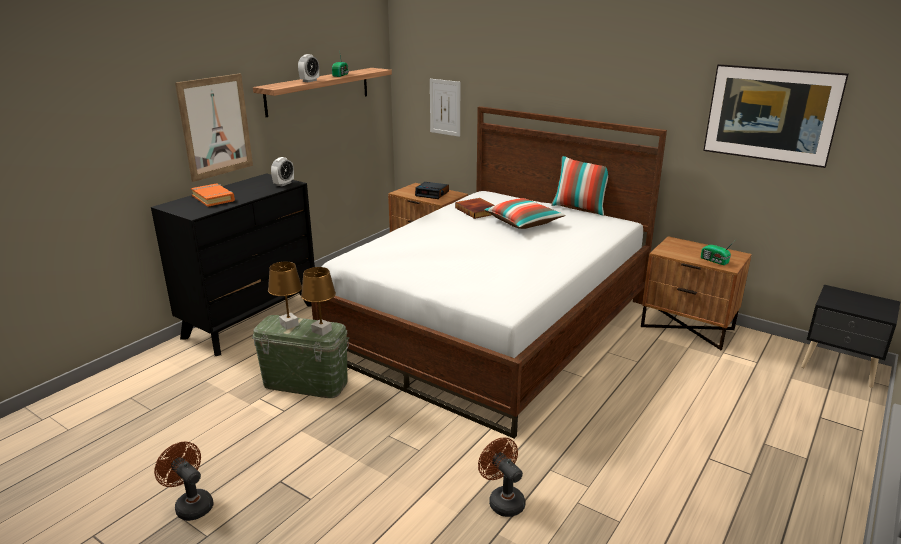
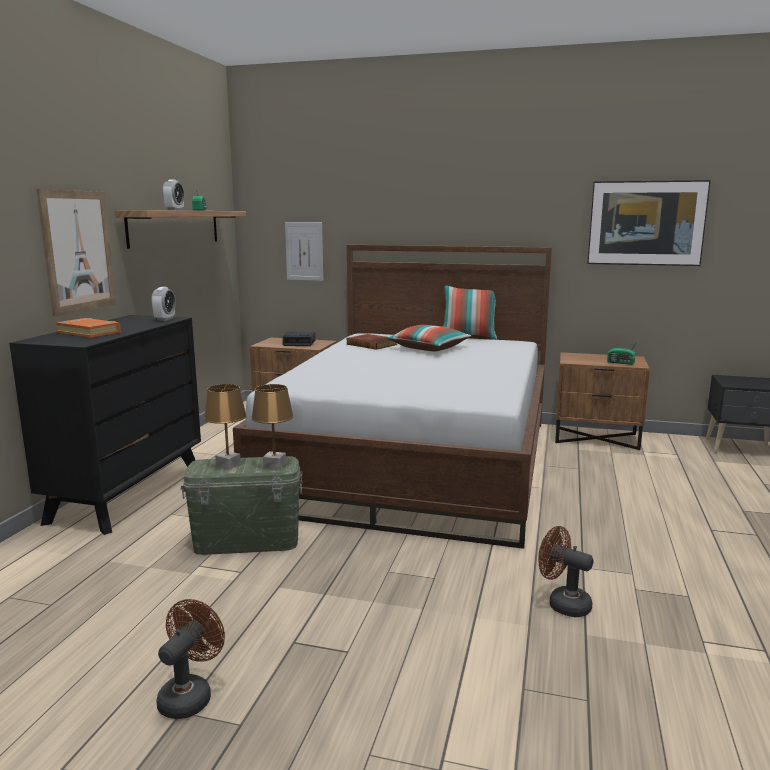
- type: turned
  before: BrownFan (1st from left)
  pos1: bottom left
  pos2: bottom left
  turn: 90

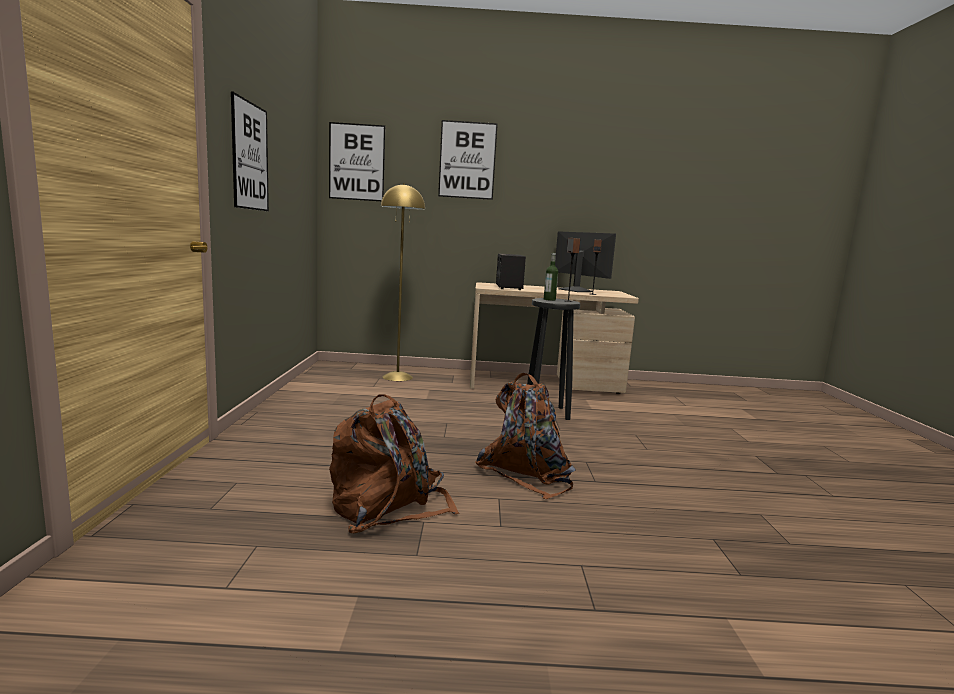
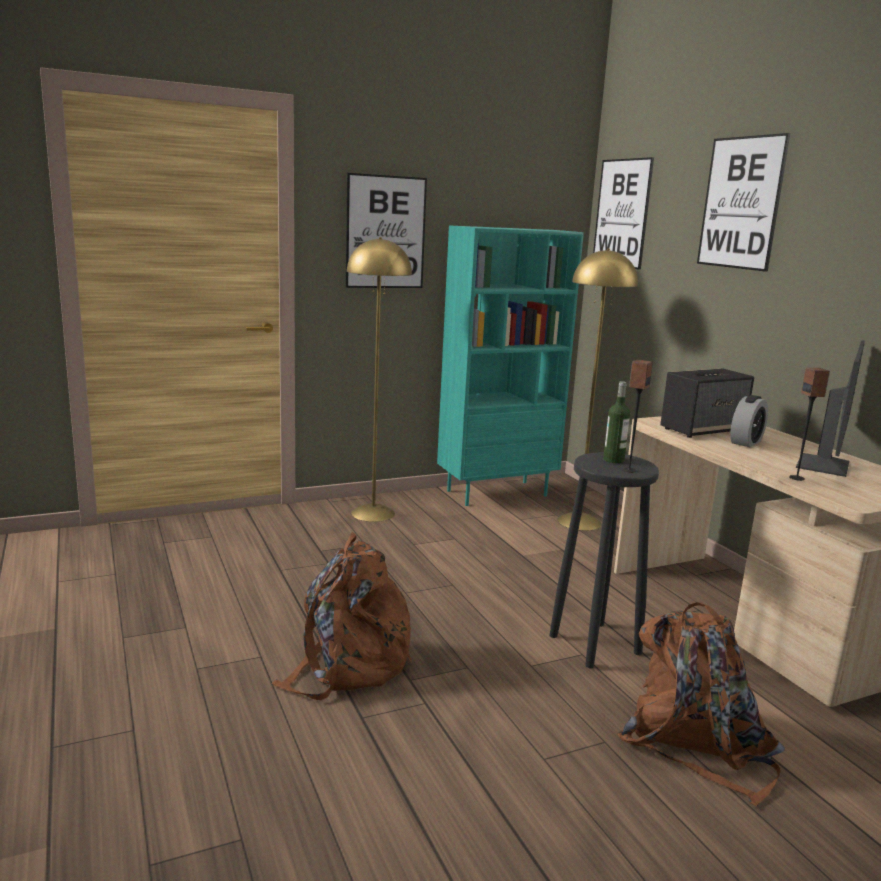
- type: added
  after: YellowFloorLamp (1st from left)
  pos2: centre
- type: added
  after: TurquoiseBookcase
  pos2: centre
- type: moved
  before: BrownBackpack (1st from left in the first image)
  after: BrownBackpack (2nd from left)
  pos1: bottom centre
  pos2: bottom right
- type: added
  after: AlarmClock
  pos2: middle right

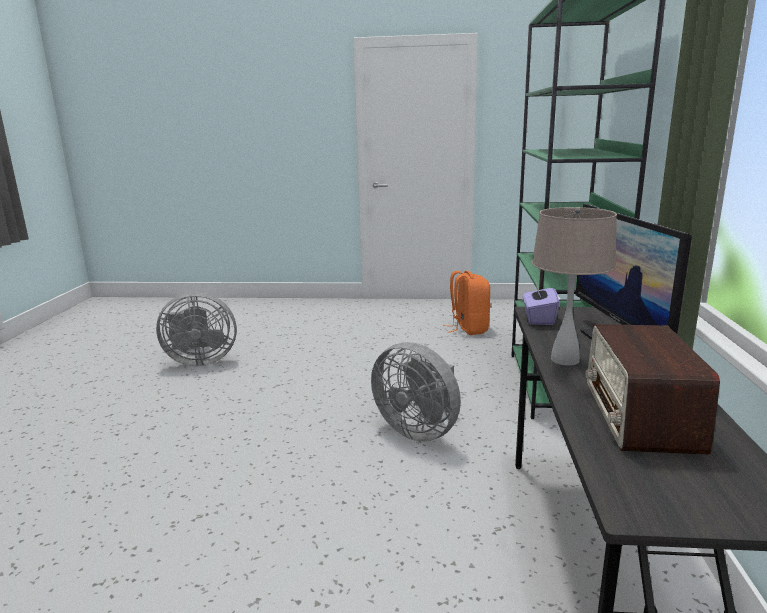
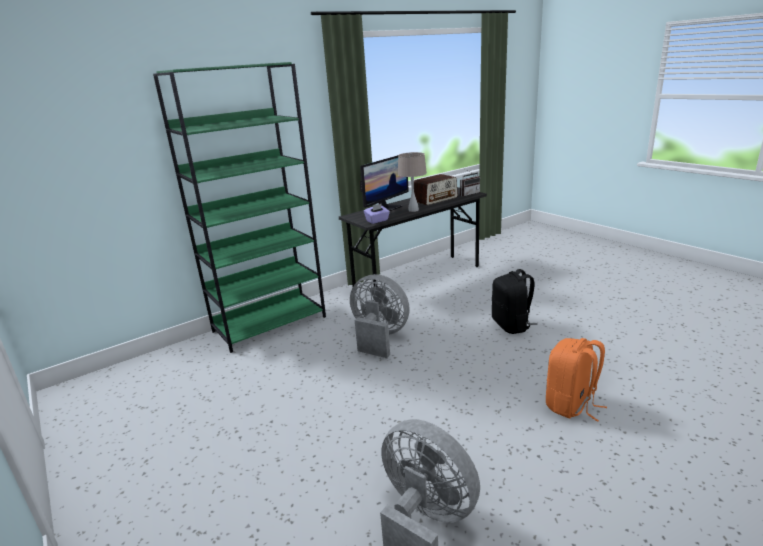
- type: turned
  before: GreyFan (2nd from left in the first image)
  pos1: centre
  pos2: centre
  turn: -60
- type: added
  after: Radio (2nd from left)
  pos2: centre
- type: added
  after: BlackBackpack
  pos2: middle right
- type: moved
  before: OrangeBackpack
  pos1: centre
  pos2: bottom right

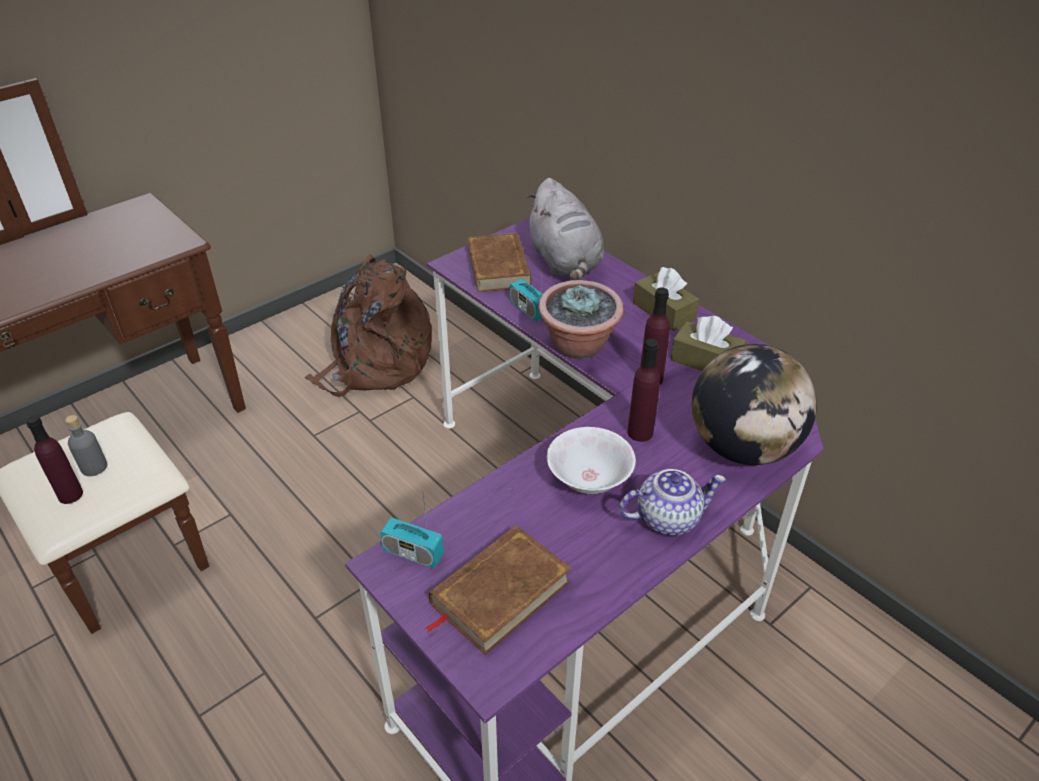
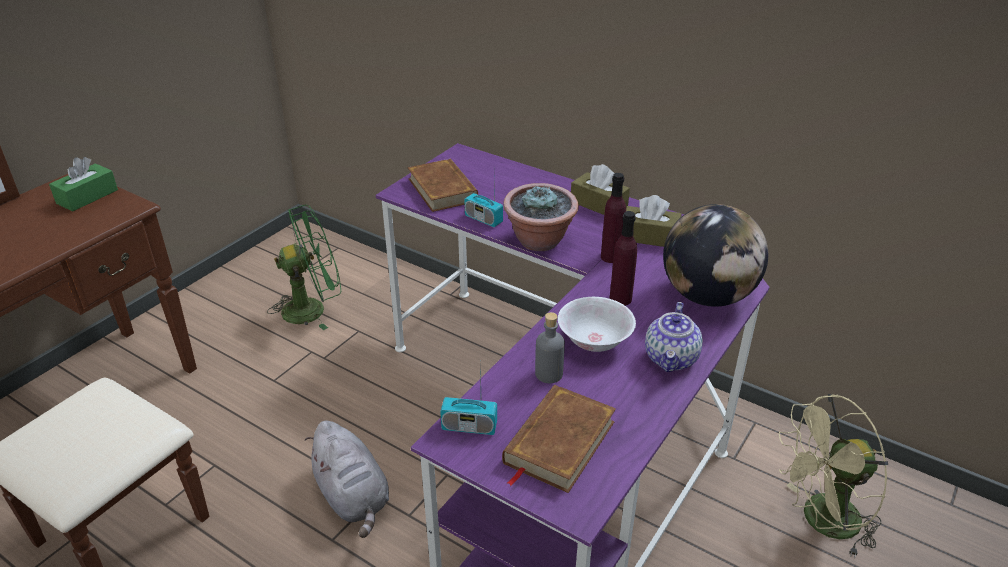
- type: added
  after: GreenTissueBox
  pos2: top left
- type: replaced
  before: BrownBackpack
  after: GreenFan
  pos1: centre
  pos2: middle left
- type: moved
  before: GreyPlushToy
  pos1: top centre
  pos2: bottom centre
- type: moved
  before: GreyBottle
  pos1: middle left
  pos2: centre
- type: turned
  before: Teapot
  pos1: centre
  pos2: middle right
  turn: 135
- type: added
  after: BeigeFan
  pos2: bottom right
- type: removed
  before: PurpleBottle (1st from left)
  pos1: middle left

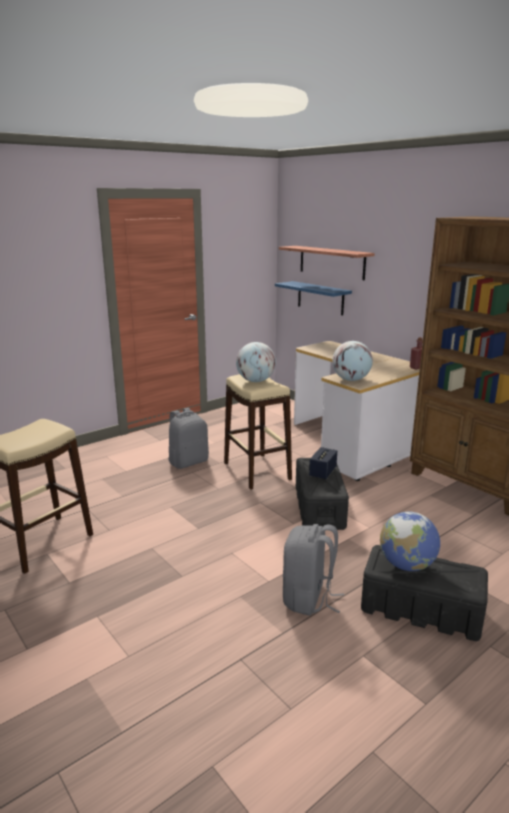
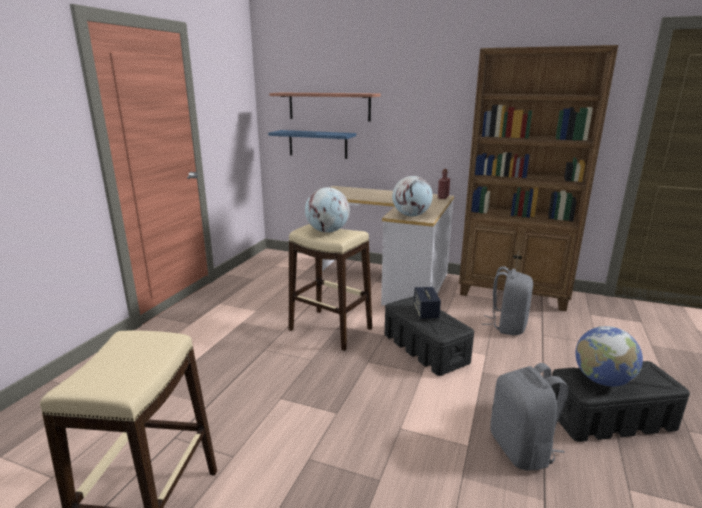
- type: moved
  before: GreyBackpack (1st from left)
  pos1: centre
  pos2: middle right

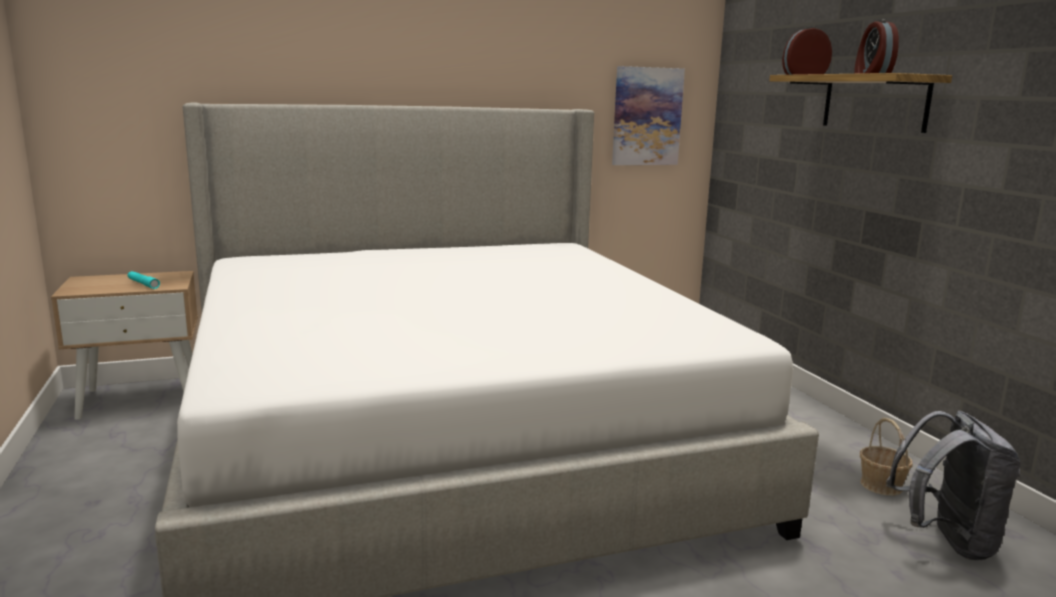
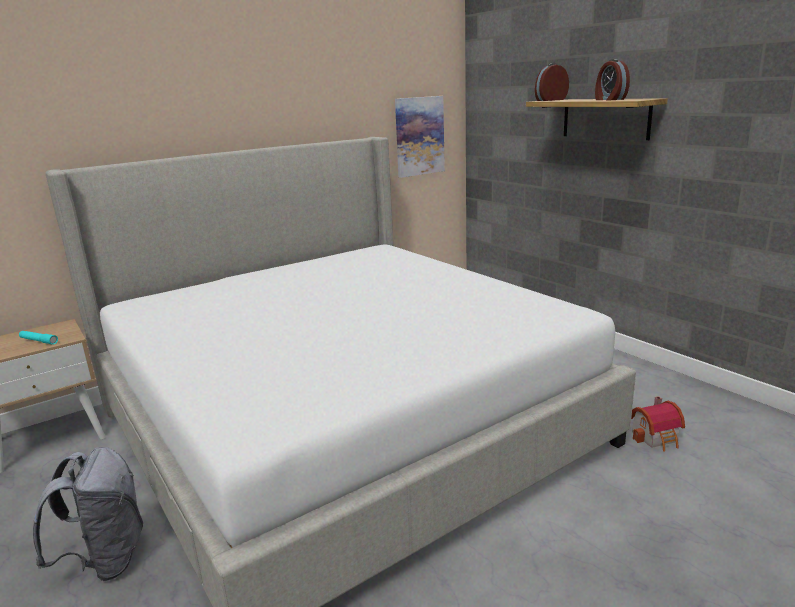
- type: moved
  before: GreyBackpack
  pos1: bottom right
  pos2: bottom left
- type: added
  after: ToyHouse
  pos2: bottom right
- type: removed
  before: Basket
  pos1: bottom right

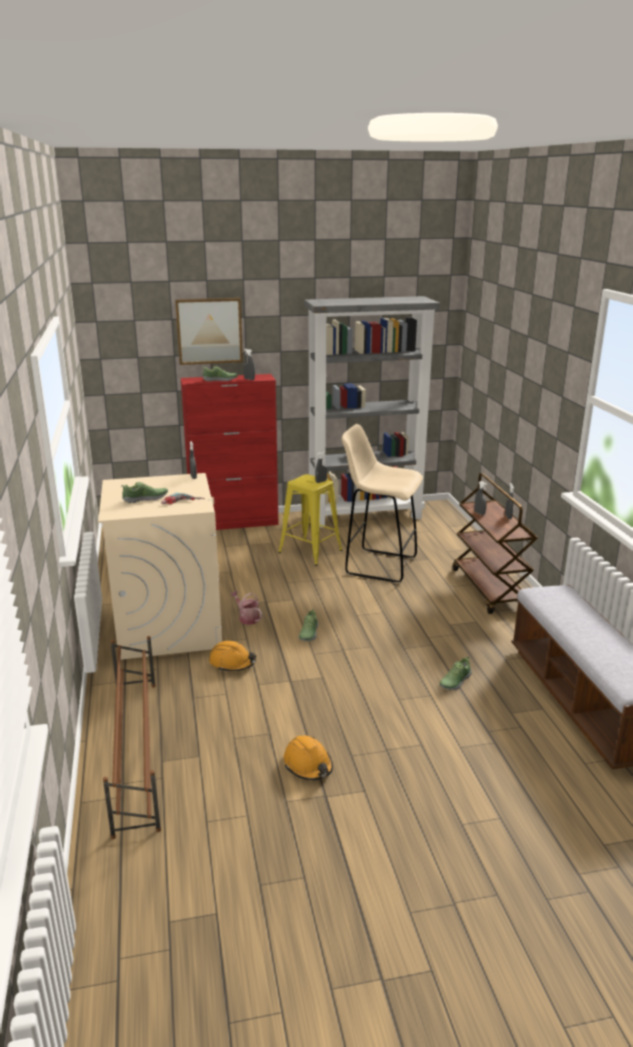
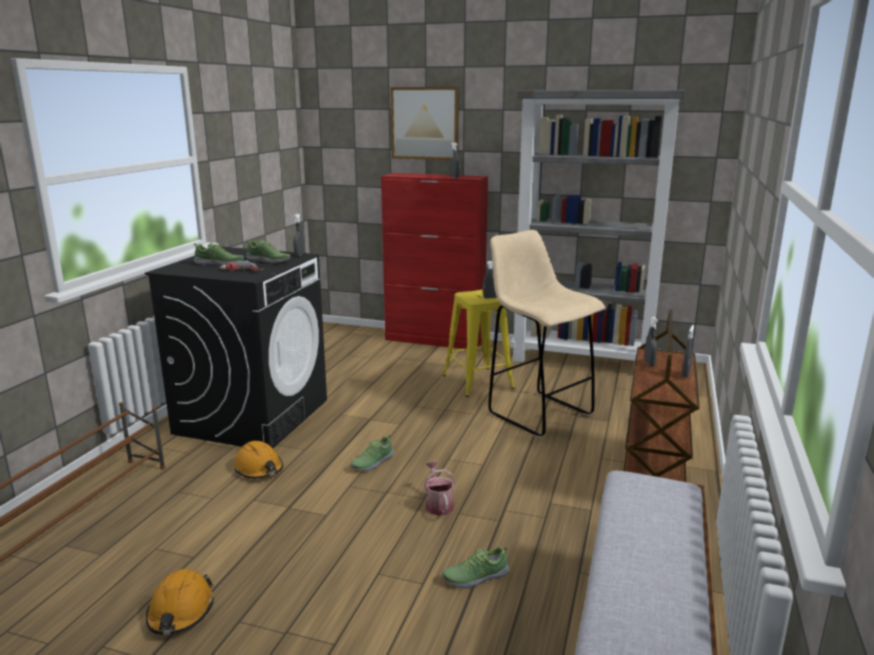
- type: recoloured
  before: BeigeWashingMachine
  after: BlackWashingMachine
  pos1: middle left
  pos2: middle left
- type: moved
  before: Shoe (2nd from left)
  pos1: centre
  pos2: middle left
- type: moved
  before: WateringCan
  pos1: centre
  pos2: bottom centre

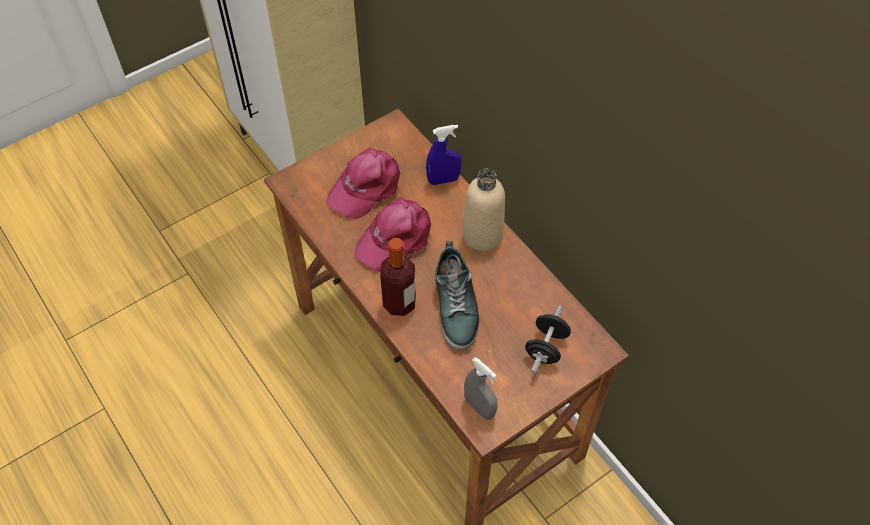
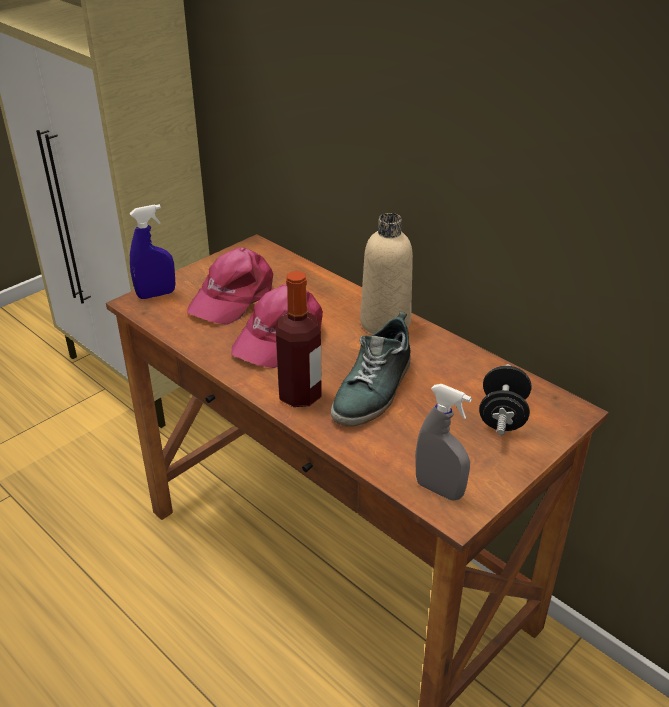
- type: moved
  before: BlueSprayBottle
  pos1: top centre
  pos2: middle left
- type: turned
  before: Shoe
  pos1: centre
  pos2: centre
  turn: 45

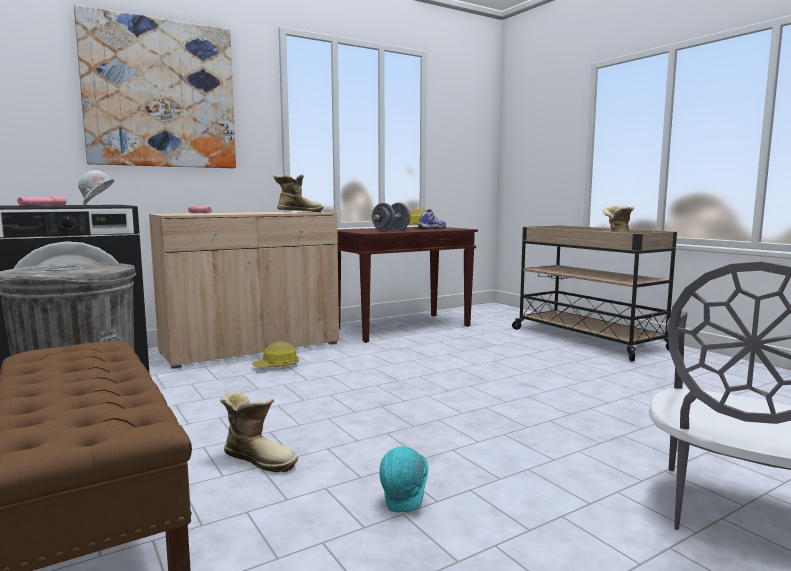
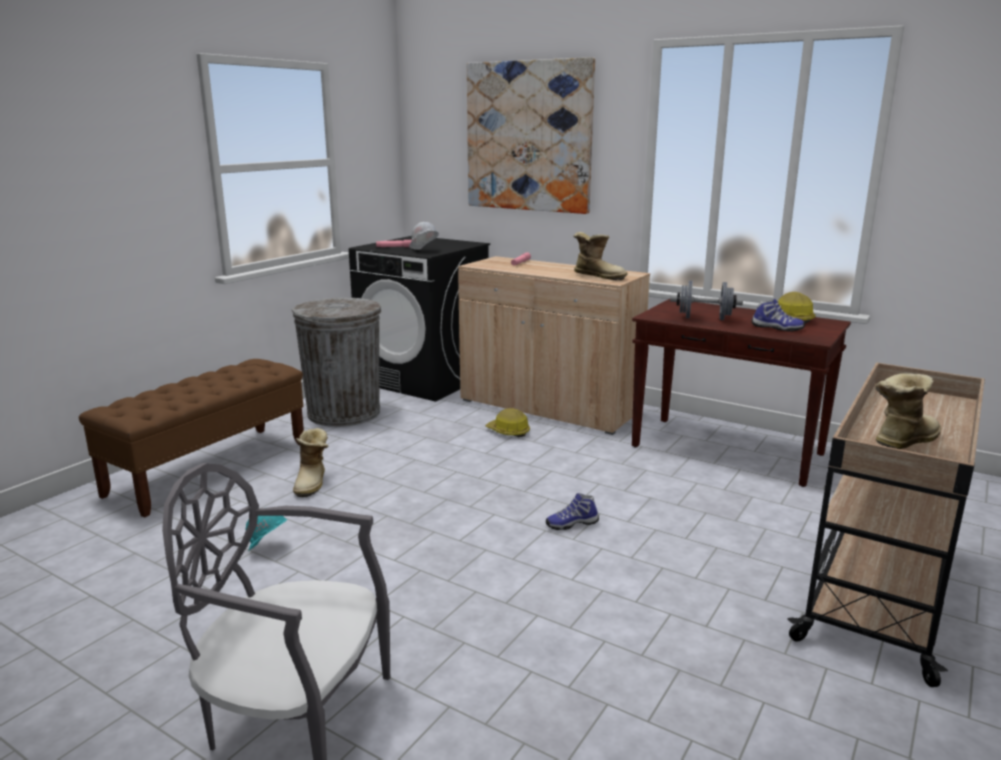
- type: added
  after: Shoe (1st from left)
  pos2: bottom centre

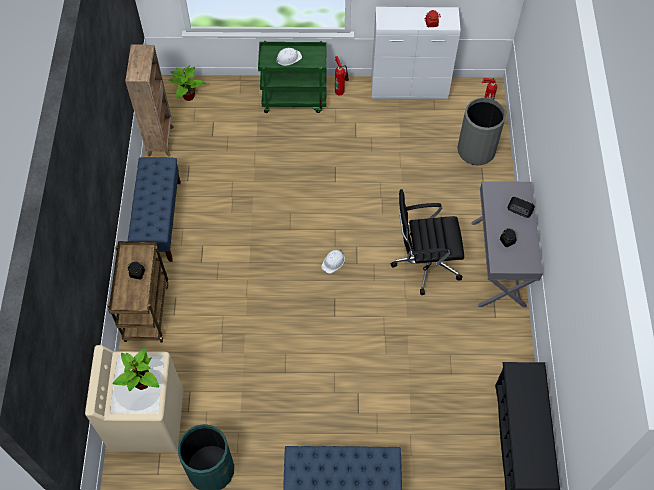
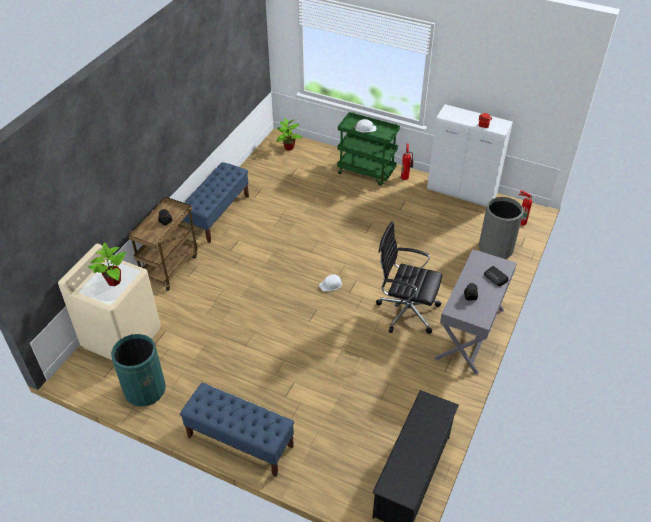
- type: removed
  before: BrownBookcase
  pos1: top left

